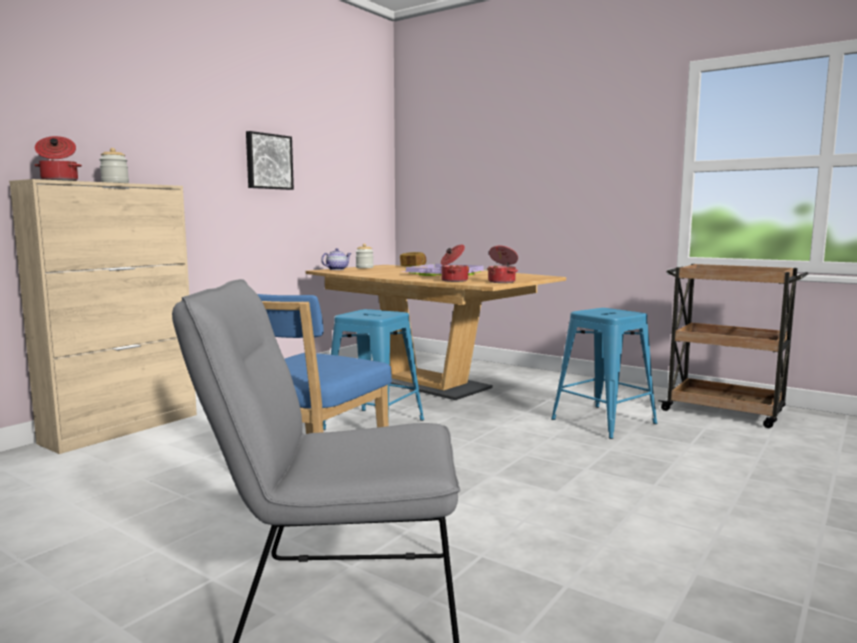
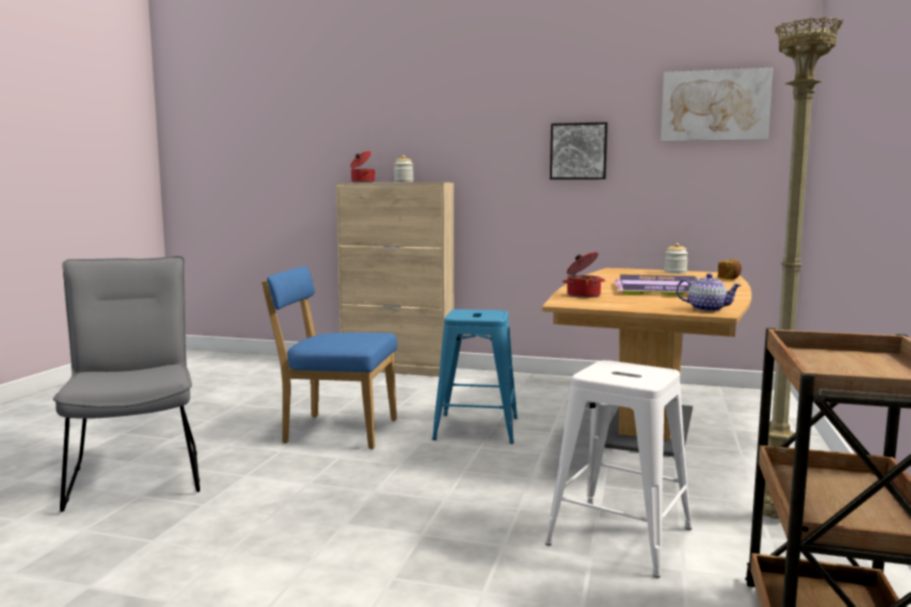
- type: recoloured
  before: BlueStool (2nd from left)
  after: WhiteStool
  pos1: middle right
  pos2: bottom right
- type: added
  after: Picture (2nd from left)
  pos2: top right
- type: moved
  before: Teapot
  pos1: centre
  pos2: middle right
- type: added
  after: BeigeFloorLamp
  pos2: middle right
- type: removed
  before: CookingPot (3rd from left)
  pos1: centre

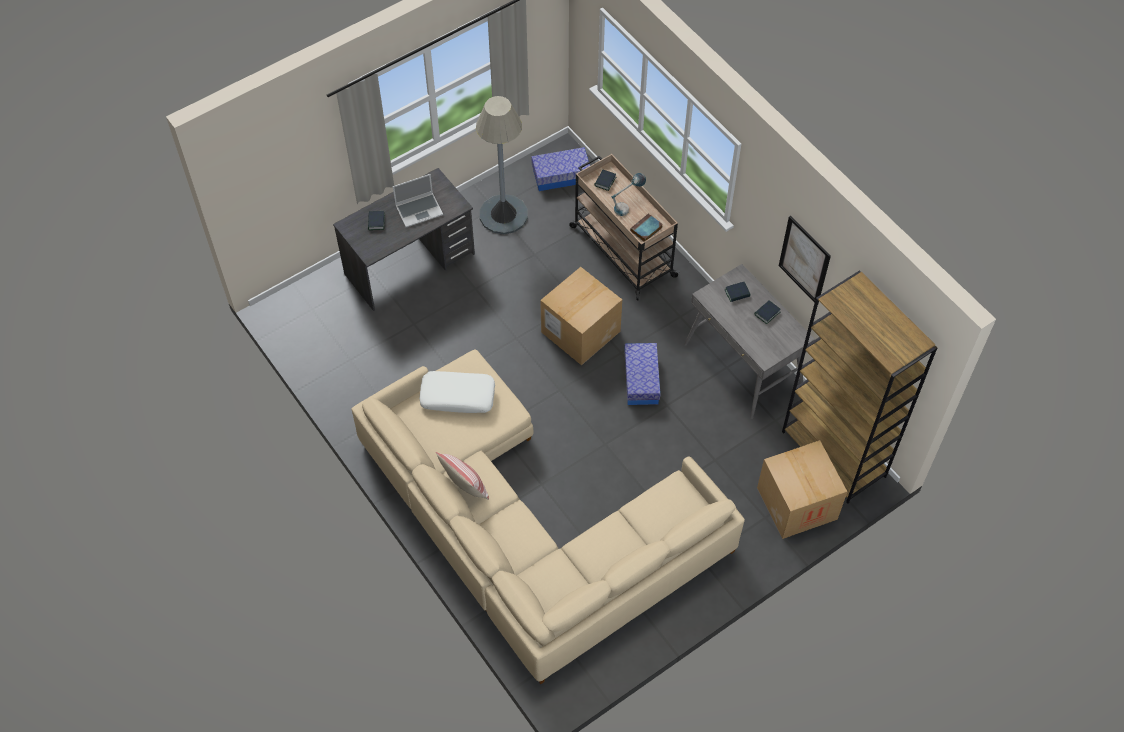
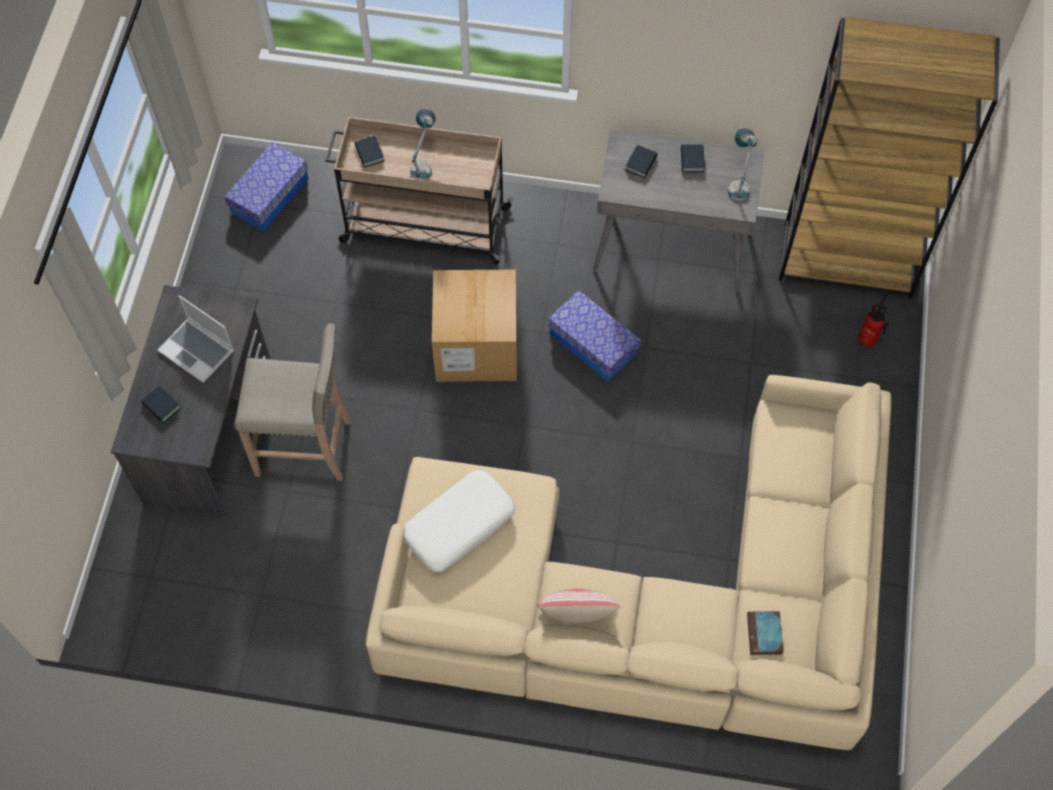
- type: turned
  before: Laptop
  pos1: top centre
  pos2: middle left
  turn: 105
- type: added
  after: BeigeStool
  pos2: middle left
- type: added
  after: TableLamp (2nd from left)
  pos2: top right
- type: moved
  before: Book (3rd from left in the first image)
  after: Book (5th from left)
  pos1: top centre
  pos2: bottom right
- type: replaced
  before: CardboardBox (2nd from left)
  after: FireExtinguisher
  pos1: bottom right
  pos2: middle right
- type: removed
  before: GreyFloorLamp
  pos1: top centre
- type: removed
  before: Picture
  pos1: middle right

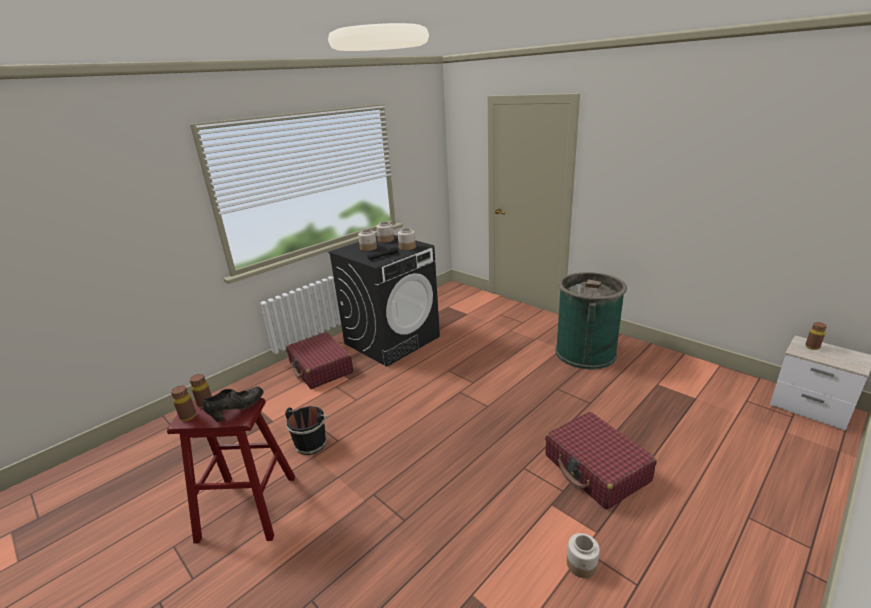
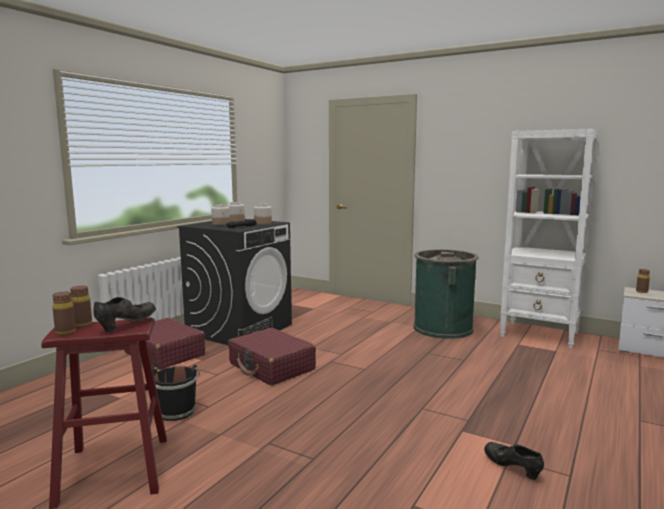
- type: moved
  before: RedSuitcase (2nd from left)
  pos1: bottom right
  pos2: bottom centre
- type: replaced
  before: Jar (4th from left)
  after: BlackShoe (2nd from left)
  pos1: bottom right
  pos2: bottom right
- type: added
  after: WhiteBookcase
  pos2: middle right

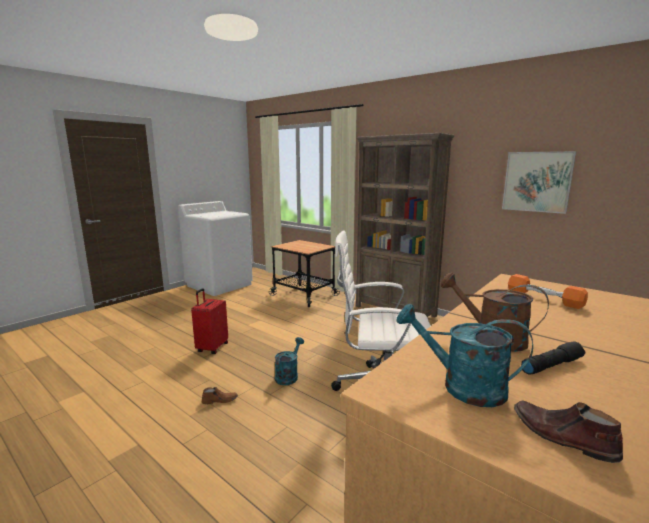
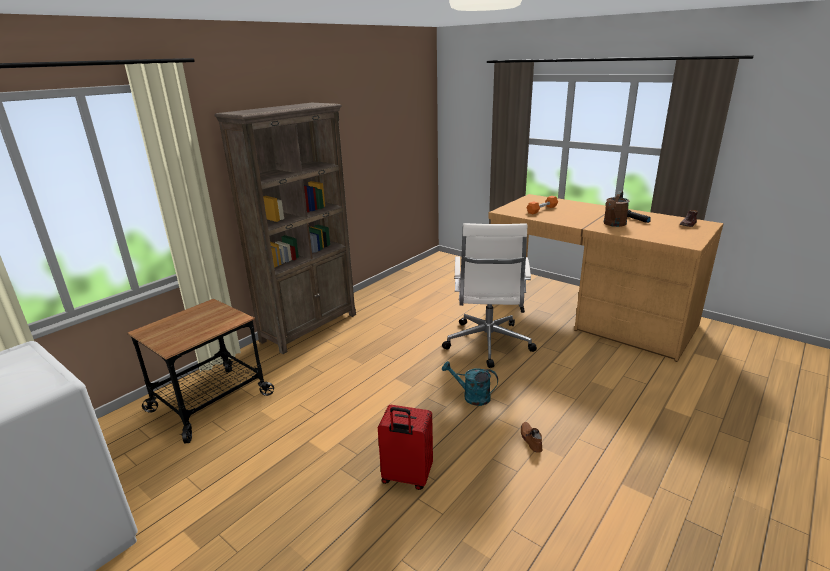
- type: removed
  before: TurquoiseWateringCan (2nd from left)
  pos1: bottom right
- type: removed
  before: Picture
  pos1: middle right

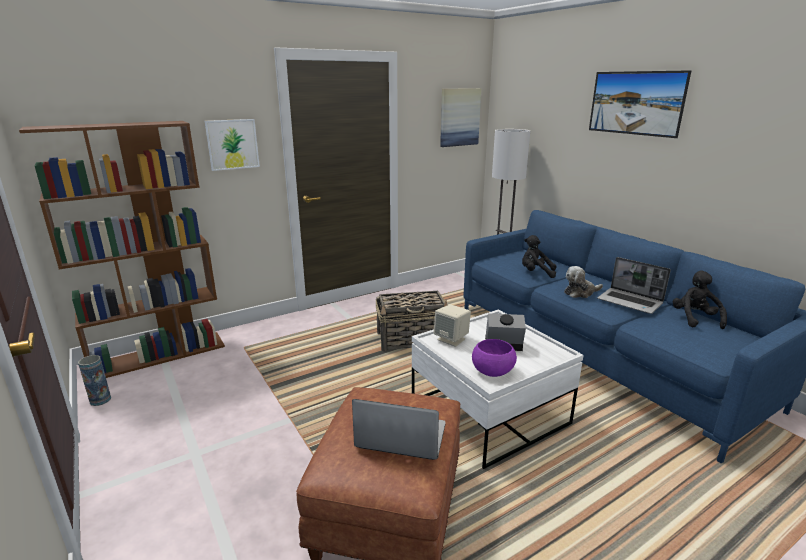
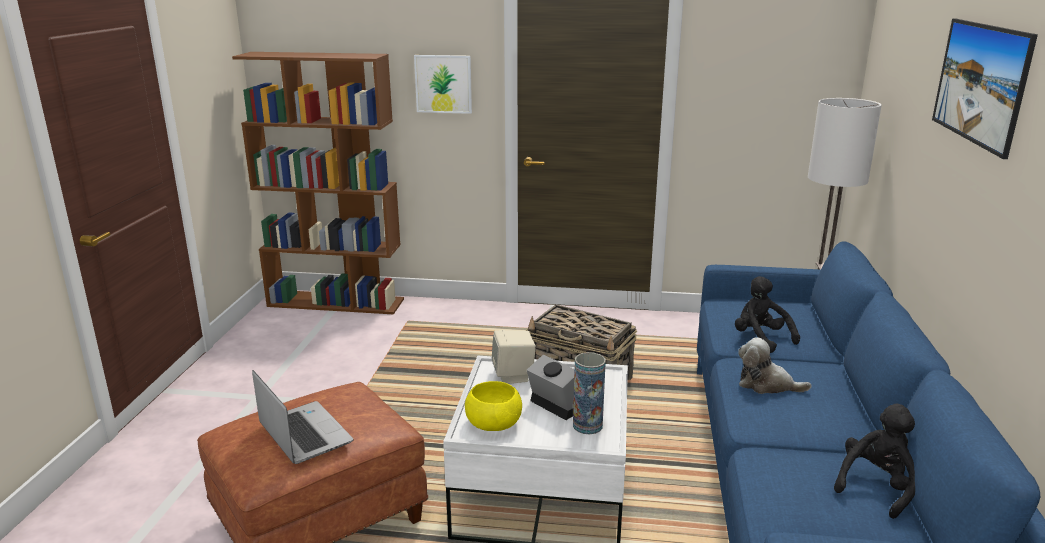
- type: recoloured
  before: PurpleBowl
  after: YellowBowl
  pos1: centre
  pos2: bottom centre
- type: moved
  before: Vase
  pos1: bottom left
  pos2: bottom centre
- type: removed
  before: Picture (2nd from left)
  pos1: top centre
- type: removed
  before: Laptop (2nd from left)
  pos1: middle right

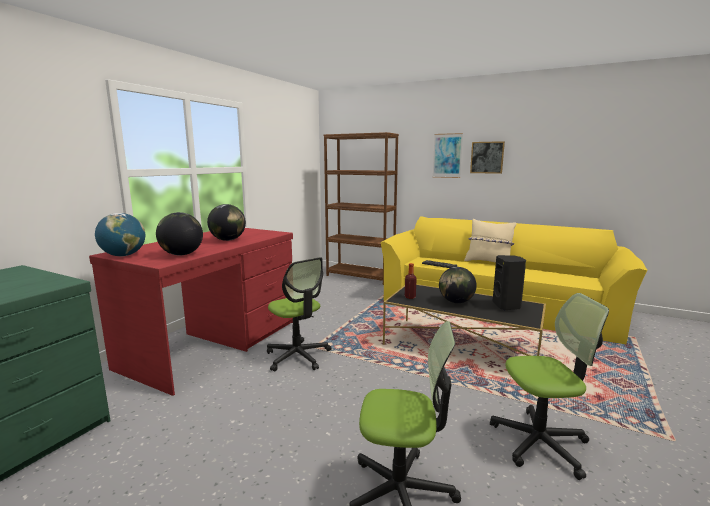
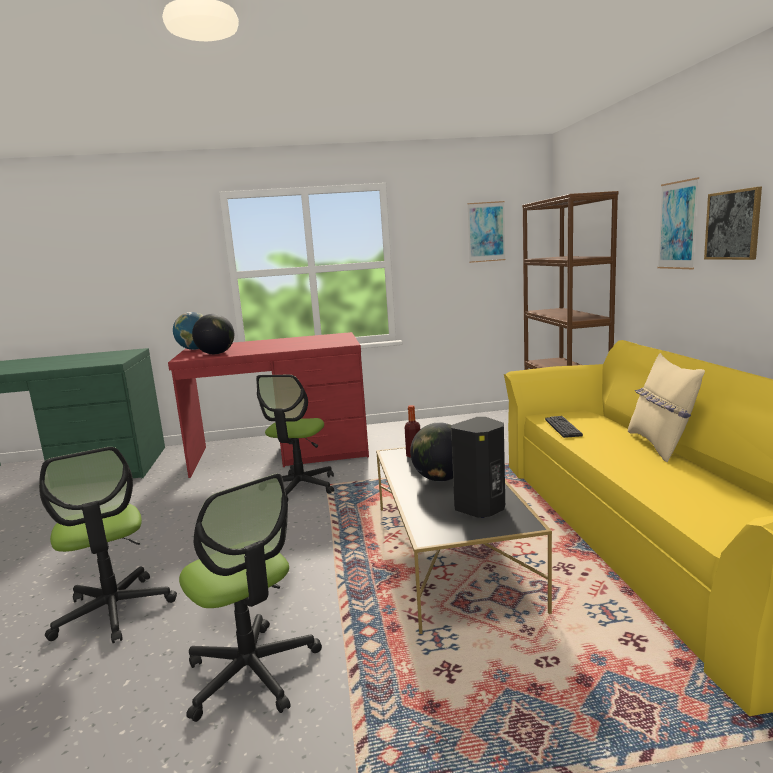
- type: added
  after: Picture (1st from left)
  pos2: top centre
- type: removed
  before: Globe (3rd from left)
  pos1: middle left

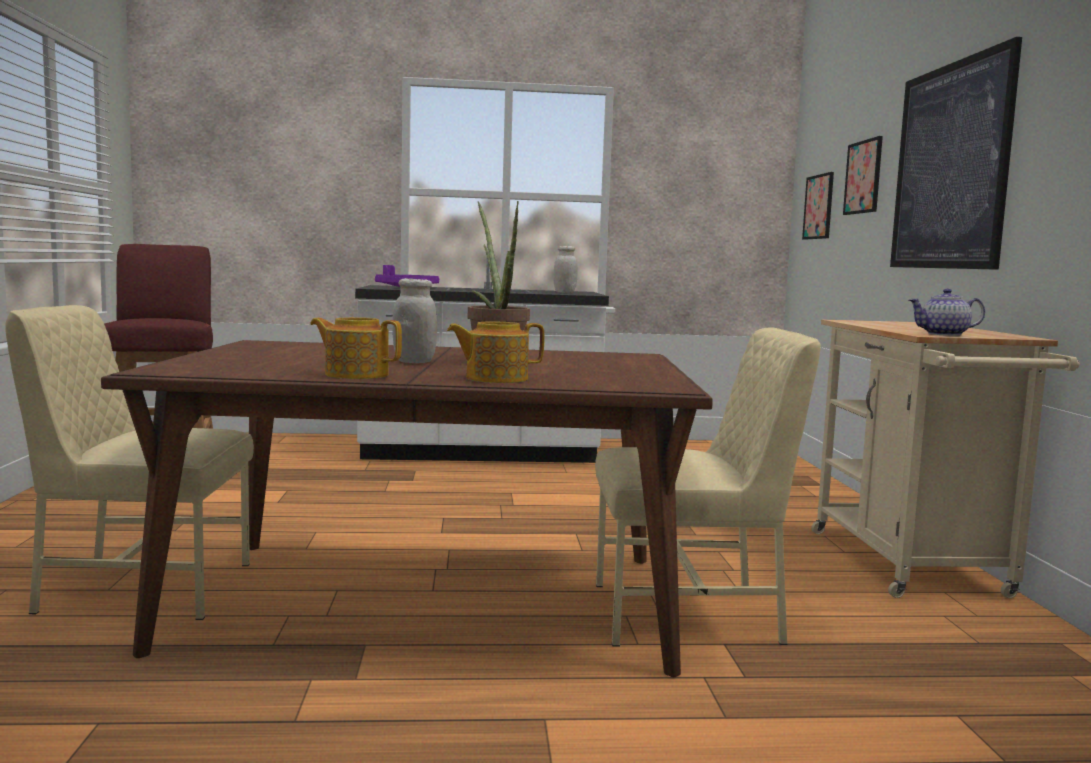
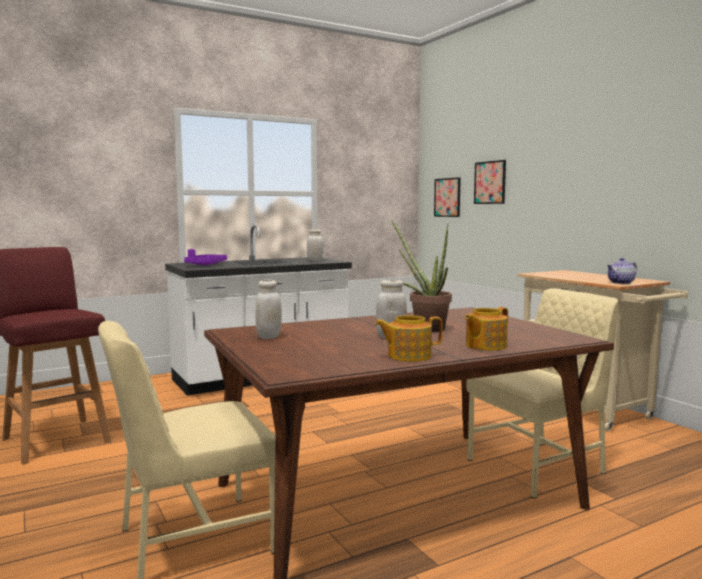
- type: added
  after: WhiteJar (1st from left)
  pos2: centre
- type: removed
  before: Picture (3rd from left)
  pos1: top right

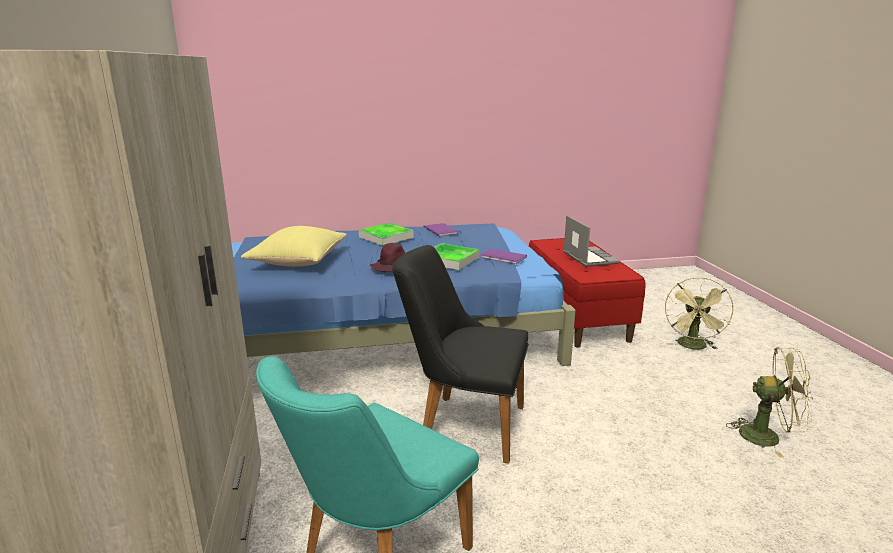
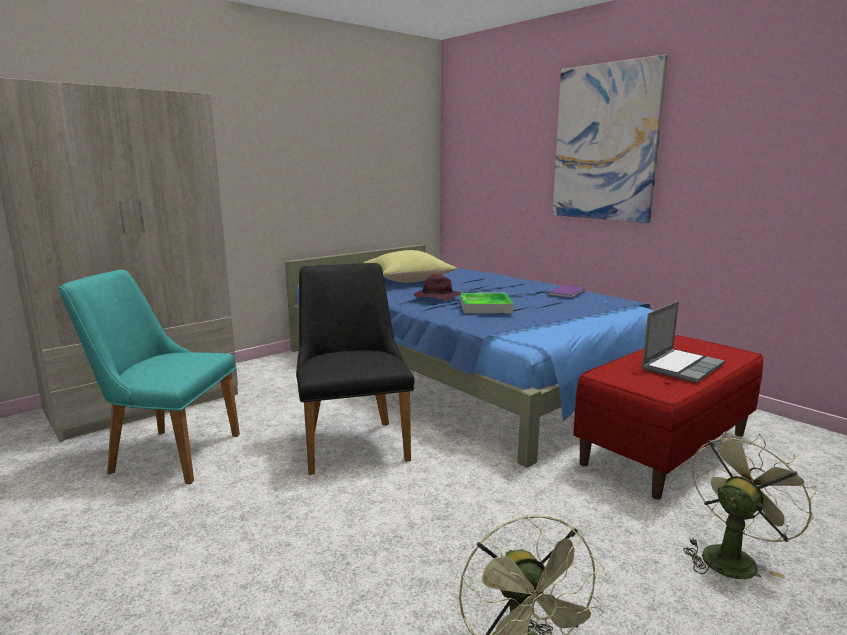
- type: added
  after: Picture
  pos2: top right
- type: turned
  before: GreenFan (1st from left in the first image)
  pos1: middle right
  pos2: bottom right
  turn: 150
- type: removed
  before: Tray (1st from left)
  pos1: centre
- type: removed
  before: PurpleBook (2nd from left)
  pos1: centre

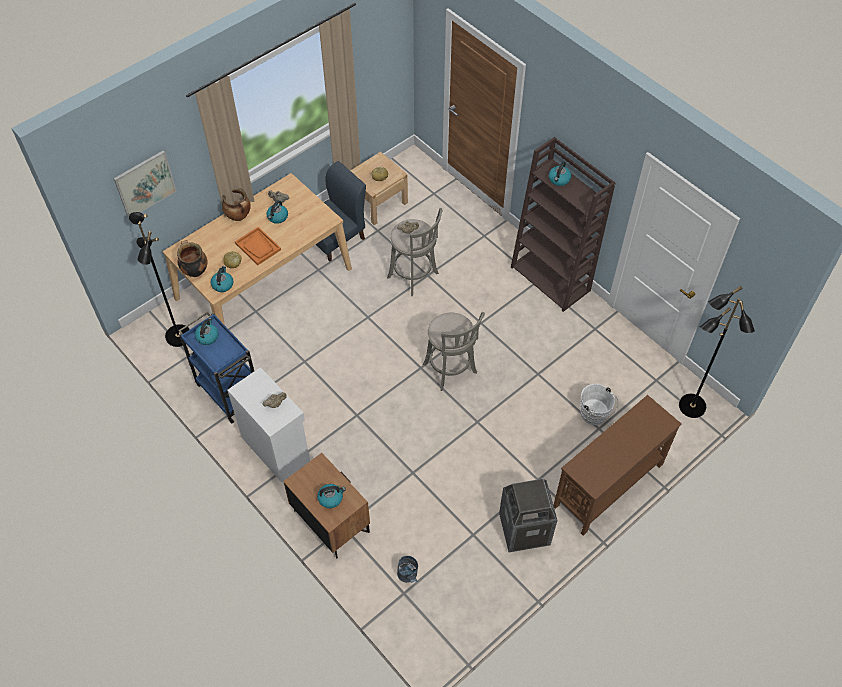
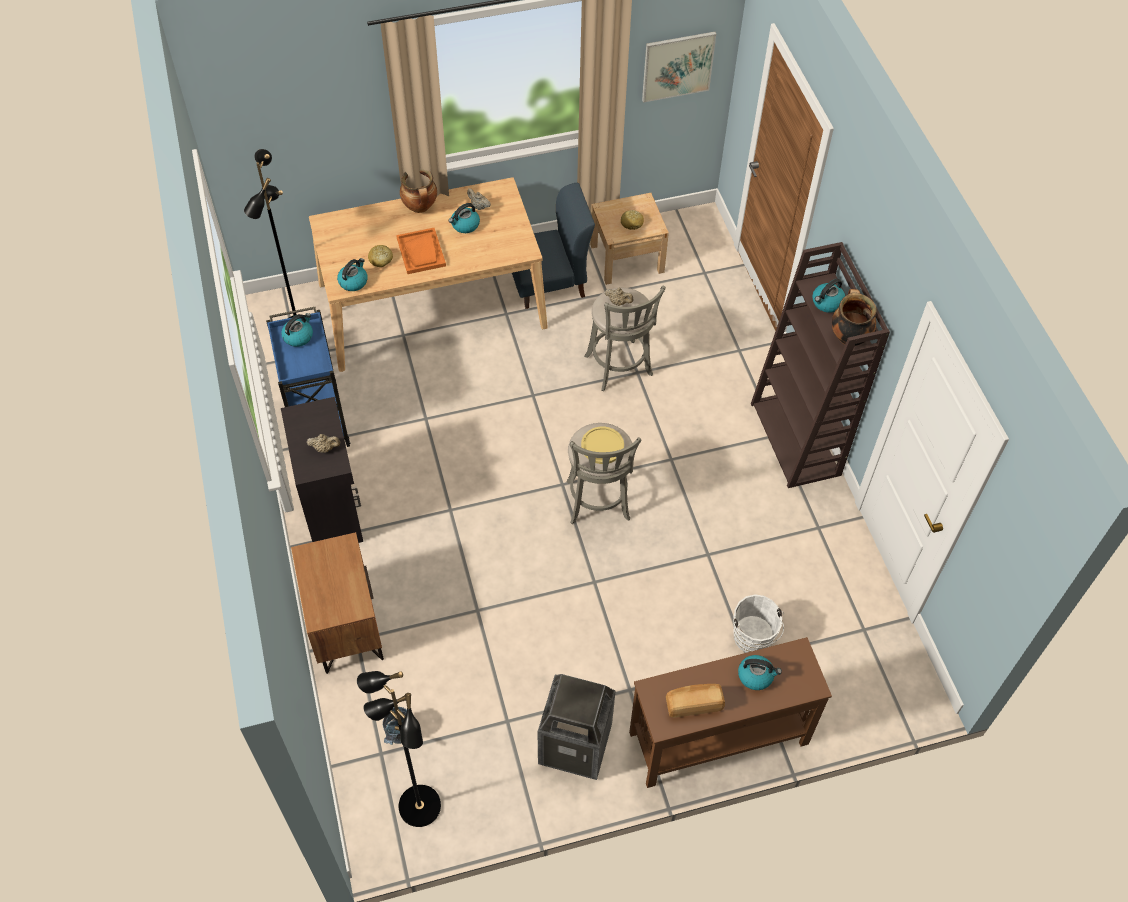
- type: recoloured
  before: WhiteCabinet
  after: BlackCabinet
  pos1: middle left
  pos2: middle left
- type: moved
  before: BlackFloorLamp (2nd from left)
  pos1: middle right
  pos2: bottom centre
- type: added
  after: YellowPlate
  pos2: centre
- type: moved
  before: Picture
  pos1: top left
  pos2: top centre
- type: added
  after: Bread (3rd from left)
  pos2: bottom centre
- type: moved
  before: Kettle (4th from left)
  pos1: bottom centre
  pos2: bottom right
- type: moved
  before: CookingPot (1st from left in the first image)
  after: CookingPot (2nd from left)
  pos1: middle left
  pos2: middle right

